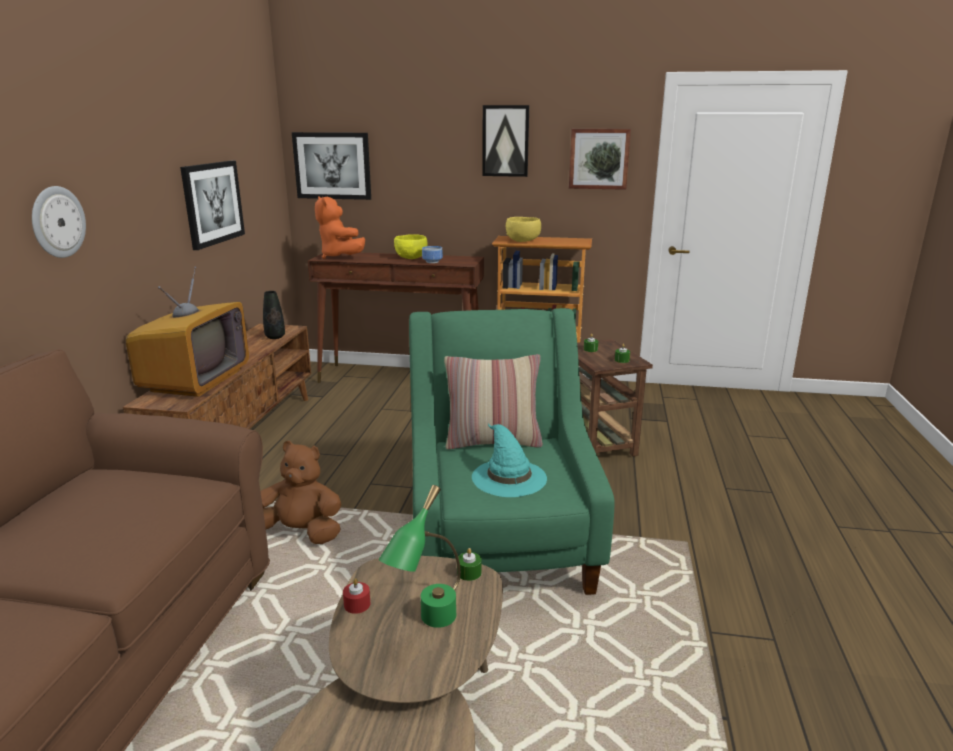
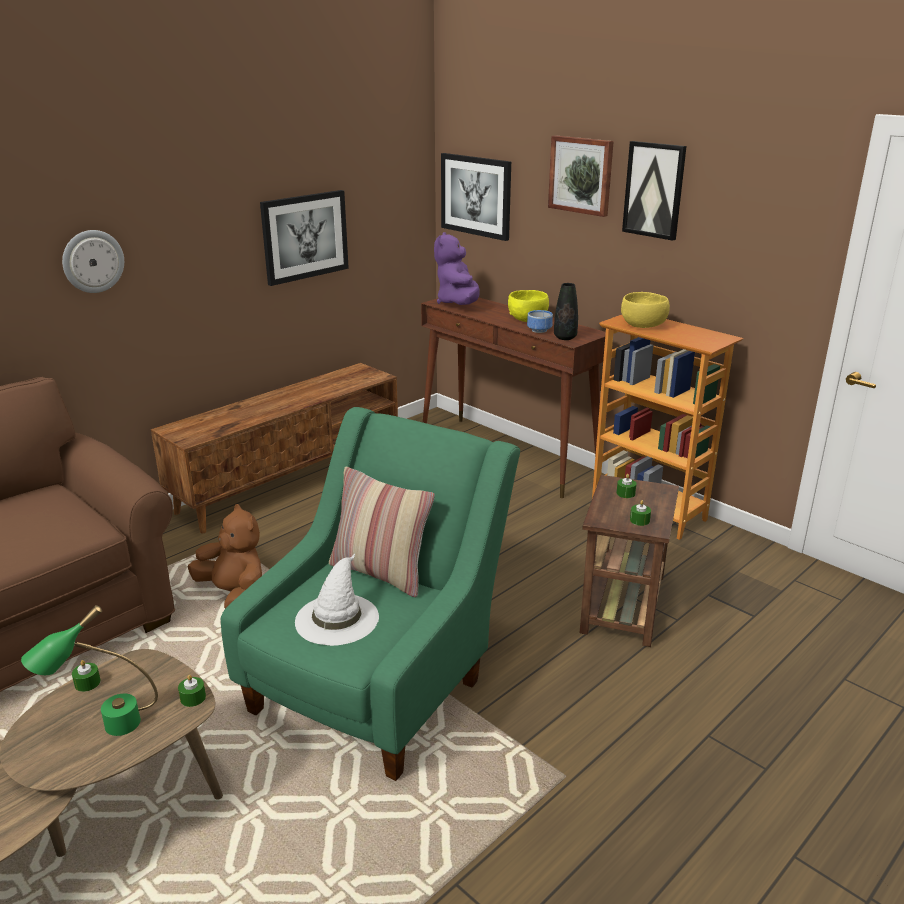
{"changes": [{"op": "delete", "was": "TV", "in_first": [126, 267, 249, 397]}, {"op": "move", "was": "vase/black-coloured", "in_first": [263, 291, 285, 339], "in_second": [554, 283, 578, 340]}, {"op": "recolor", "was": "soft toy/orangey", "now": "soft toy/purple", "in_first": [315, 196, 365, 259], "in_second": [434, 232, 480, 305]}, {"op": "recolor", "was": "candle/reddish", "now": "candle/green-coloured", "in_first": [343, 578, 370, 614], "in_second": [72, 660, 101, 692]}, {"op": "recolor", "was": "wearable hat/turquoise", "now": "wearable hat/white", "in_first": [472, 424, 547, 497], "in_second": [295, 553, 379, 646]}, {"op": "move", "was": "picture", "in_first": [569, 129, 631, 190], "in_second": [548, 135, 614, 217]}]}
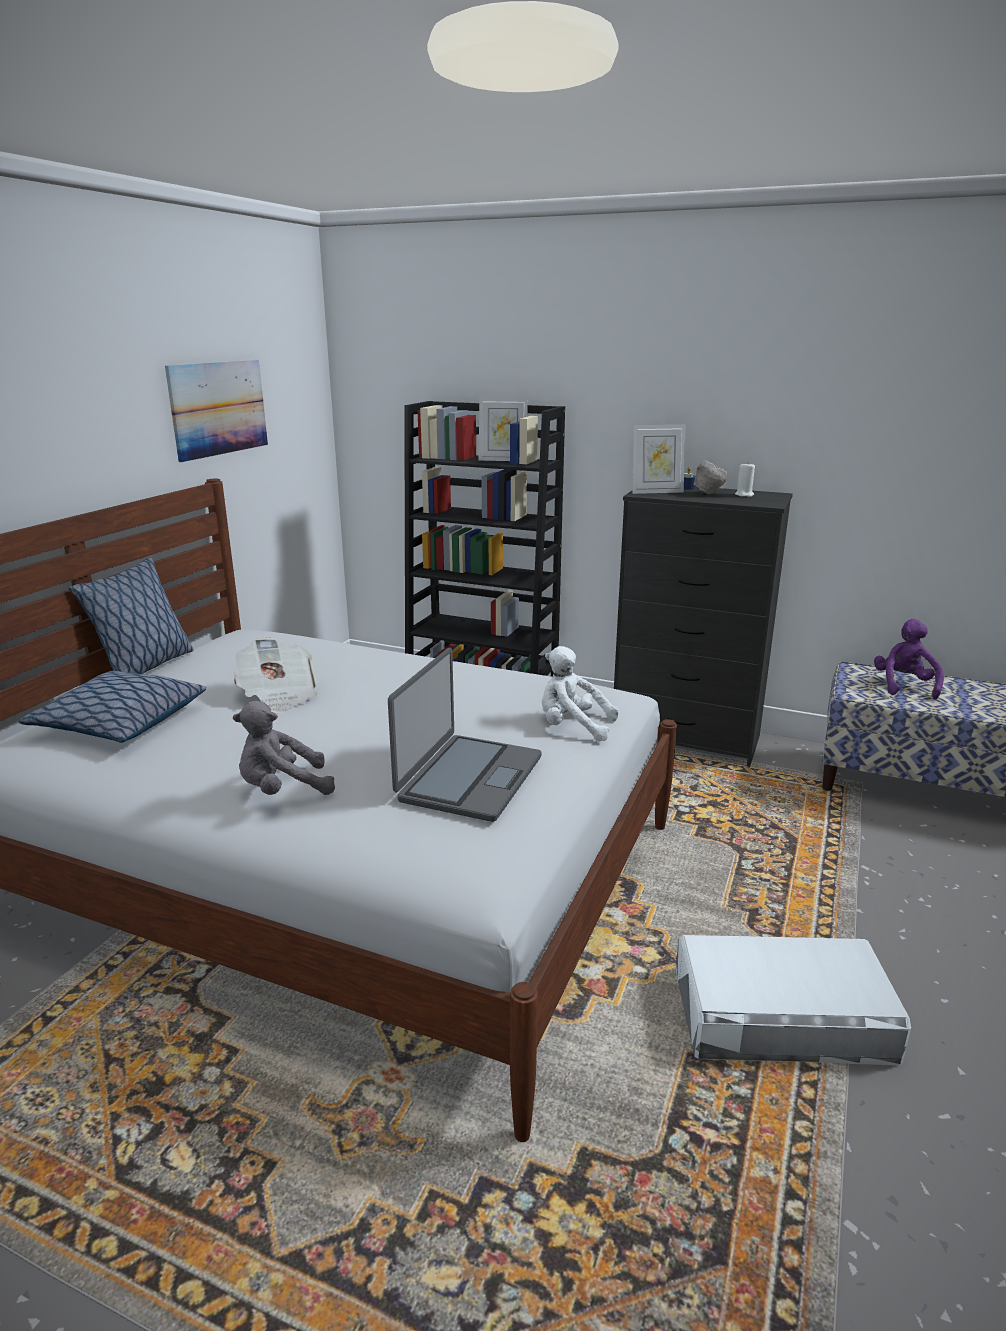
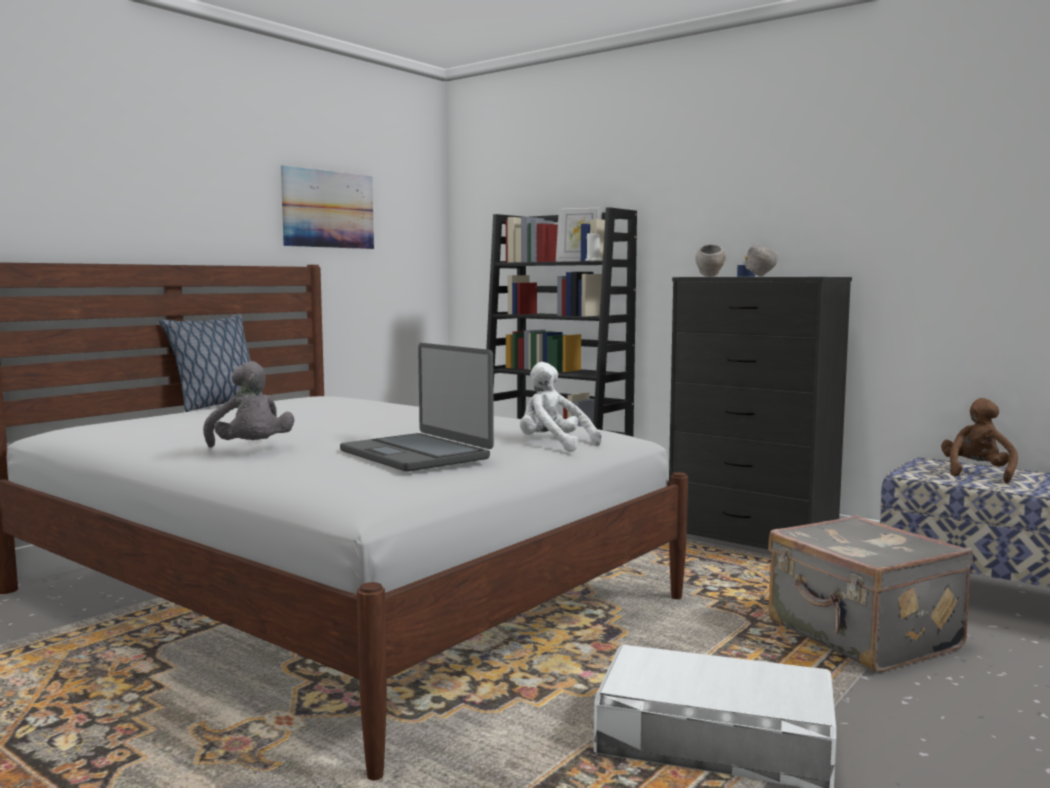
{"changes": [{"op": "delete", "was": "throw pillow", "in_first": [19, 671, 206, 743]}, {"op": "delete", "was": "daily paper", "in_first": [233, 637, 317, 714]}, {"op": "rotate", "was": "soft toy/grey", "in_first": [233, 701, 335, 795], "in_second": [203, 361, 294, 448], "clockwise": -120}, {"op": "rotate", "was": "laptop", "in_first": [388, 648, 541, 822], "in_second": [340, 343, 494, 472], "clockwise": 105}, {"op": "replace", "was": "photo frame", "now": "deep dish/grey", "in_first": [633, 424, 685, 494], "in_second": [695, 244, 726, 277]}, {"op": "move", "was": "candle/white", "in_first": [735, 464, 755, 497], "in_second": [585, 233, 602, 261]}, {"op": "recolor", "was": "soft toy/purple", "now": "soft toy/brown-coloured", "in_first": [874, 619, 944, 699], "in_second": [941, 398, 1018, 483]}, {"op": "insert", "now": "piece of luggage/grey", "in_second": [768, 515, 973, 673]}]}
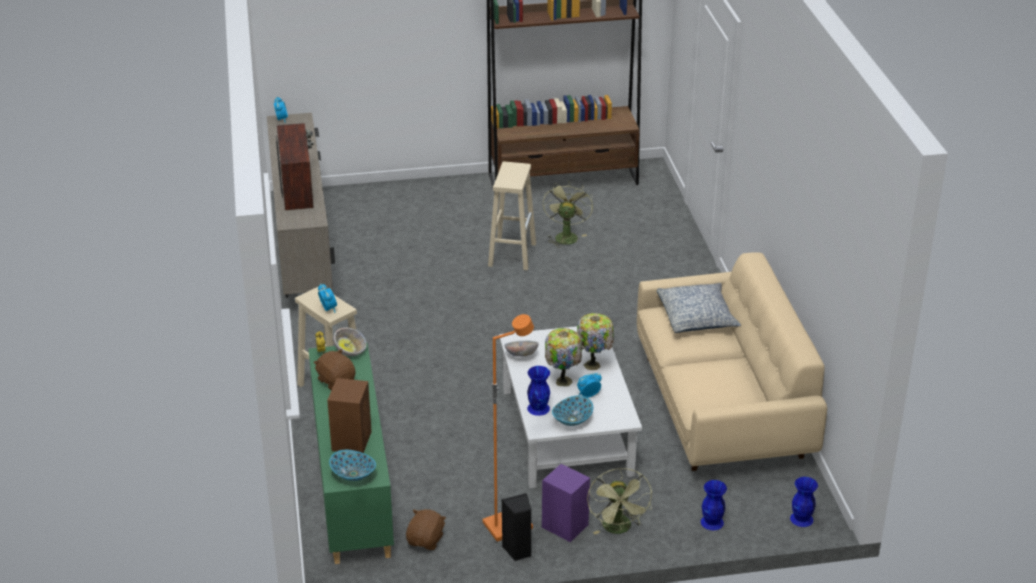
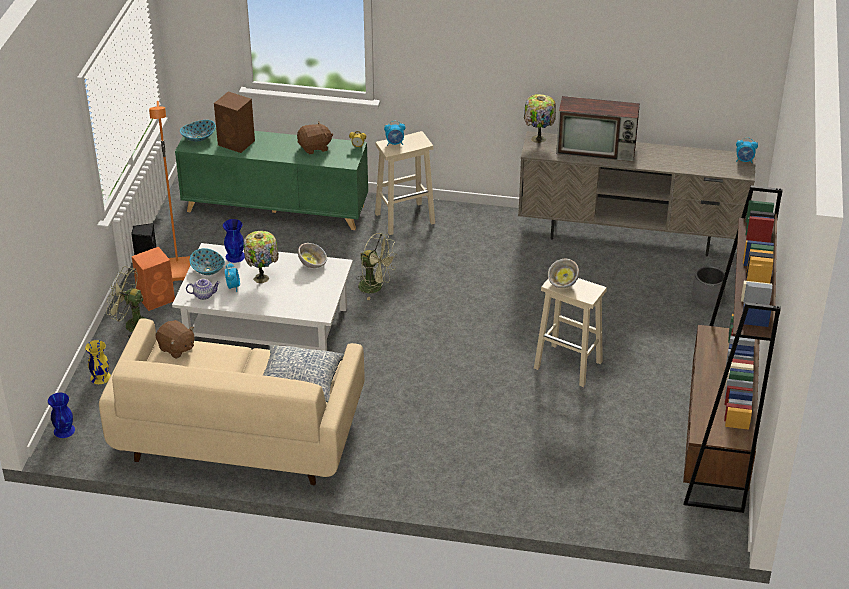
{"changes": [{"op": "move", "was": "deep dish", "in_first": [333, 328, 367, 356], "in_second": [548, 259, 579, 288]}, {"op": "move", "was": "soft toy/brown-coloured", "in_first": [406, 509, 446, 550], "in_second": [155, 320, 194, 359]}, {"op": "recolor", "was": "audio speaker/purple", "now": "audio speaker/orangey", "in_first": [542, 464, 590, 542], "in_second": [132, 247, 175, 311]}, {"op": "move", "was": "fan/green-coloured", "in_first": [543, 182, 593, 248], "in_second": [356, 233, 396, 300]}, {"op": "move", "was": "table lamp", "in_first": [577, 313, 614, 370], "in_second": [524, 94, 556, 143]}, {"op": "recolor", "was": "vase/blue", "now": "vase/yellow", "in_first": [701, 480, 727, 530], "in_second": [85, 340, 111, 384]}, {"op": "insert", "now": "teapot", "in_second": [186, 279, 220, 300]}, {"op": "insert", "now": "planter/grey", "in_second": [692, 265, 726, 306]}]}
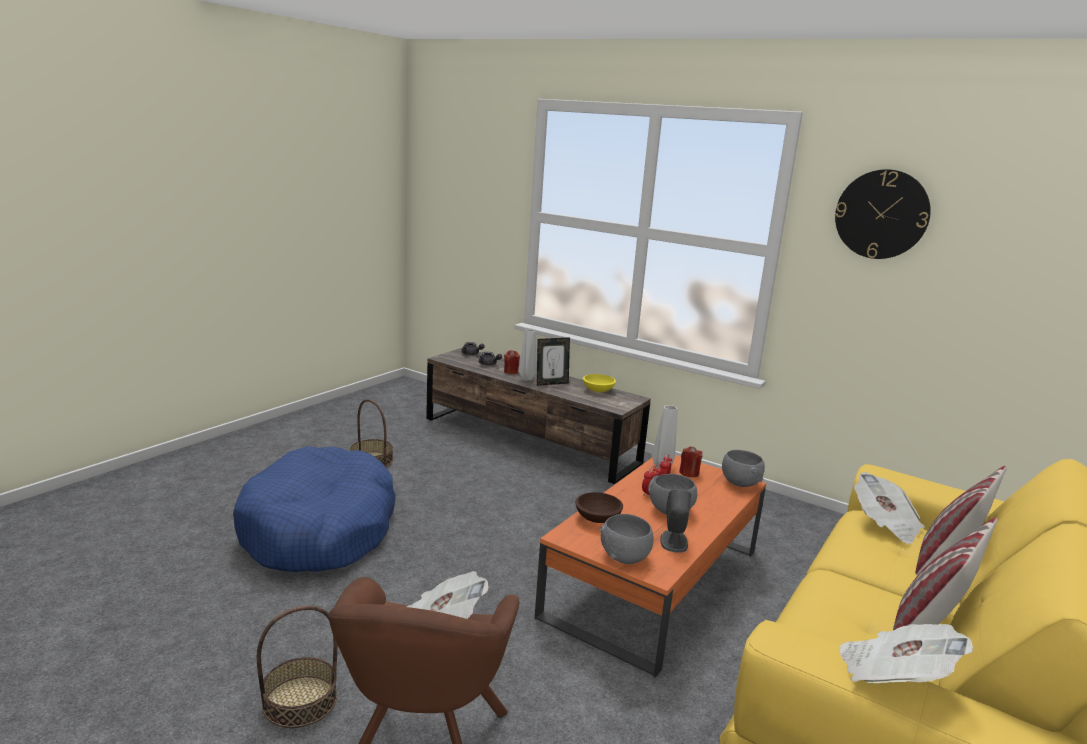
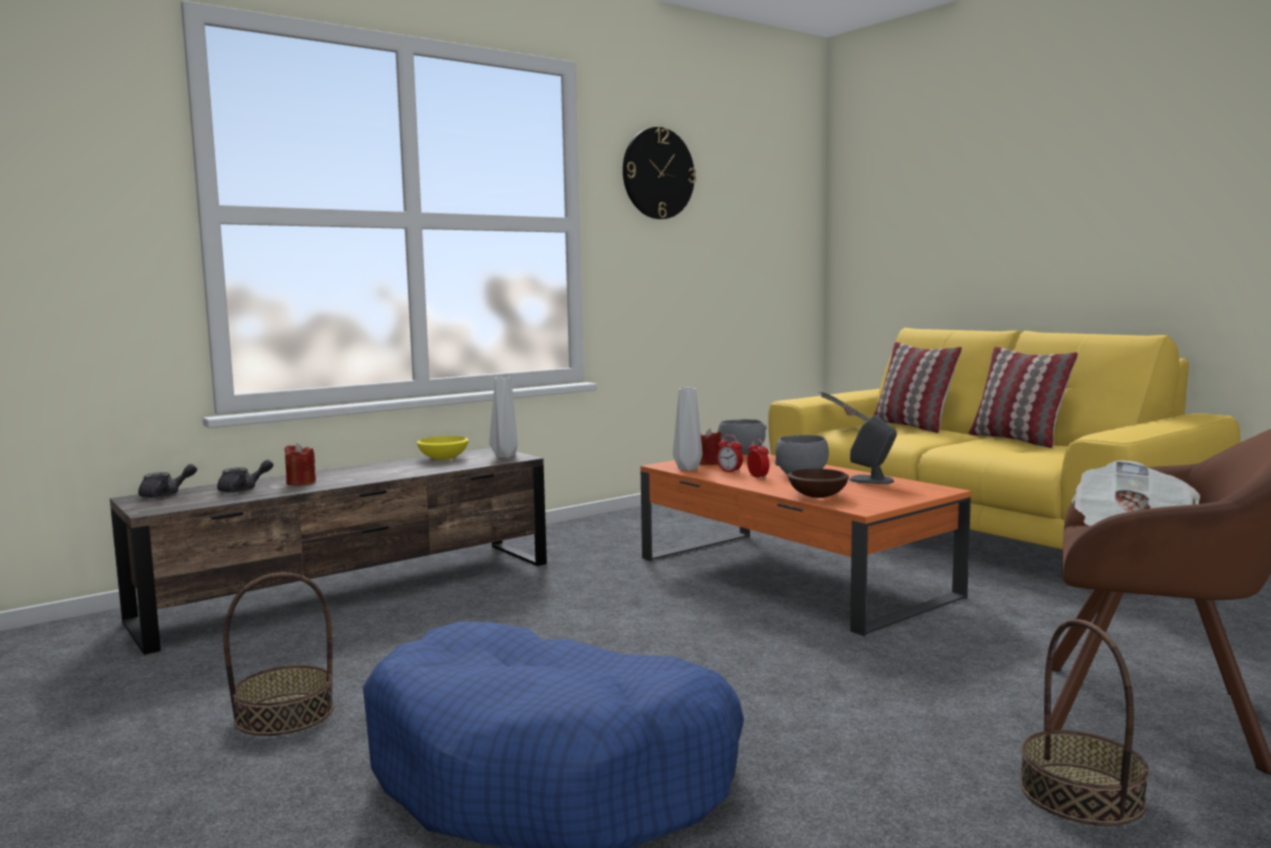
{"changes": [{"op": "move", "was": "vase/grey", "in_first": [518, 329, 537, 381], "in_second": [489, 377, 518, 458]}, {"op": "delete", "was": "photo frame", "in_first": [537, 337, 570, 386]}, {"op": "delete", "was": "deep dish/grey", "in_first": [600, 514, 654, 564]}, {"op": "delete", "was": "daily paper", "in_first": [839, 624, 973, 683]}]}
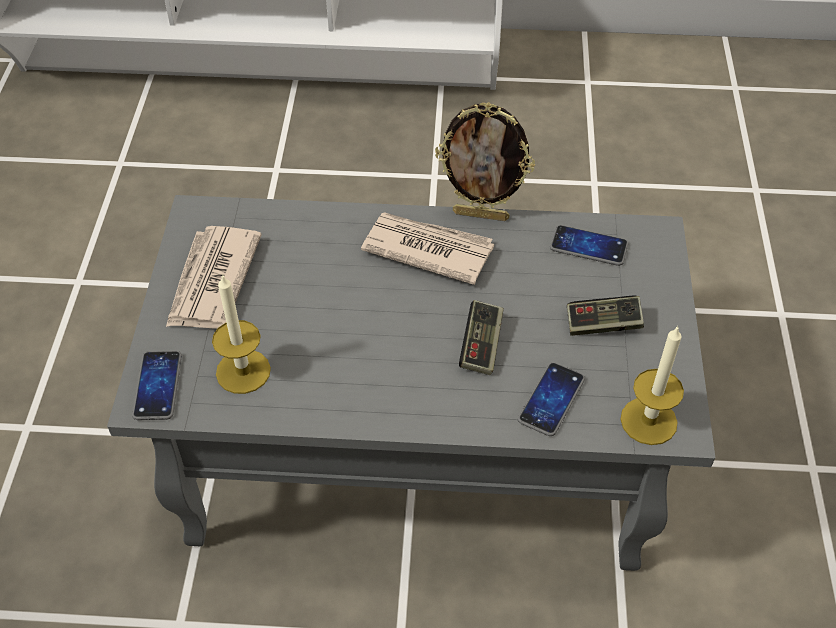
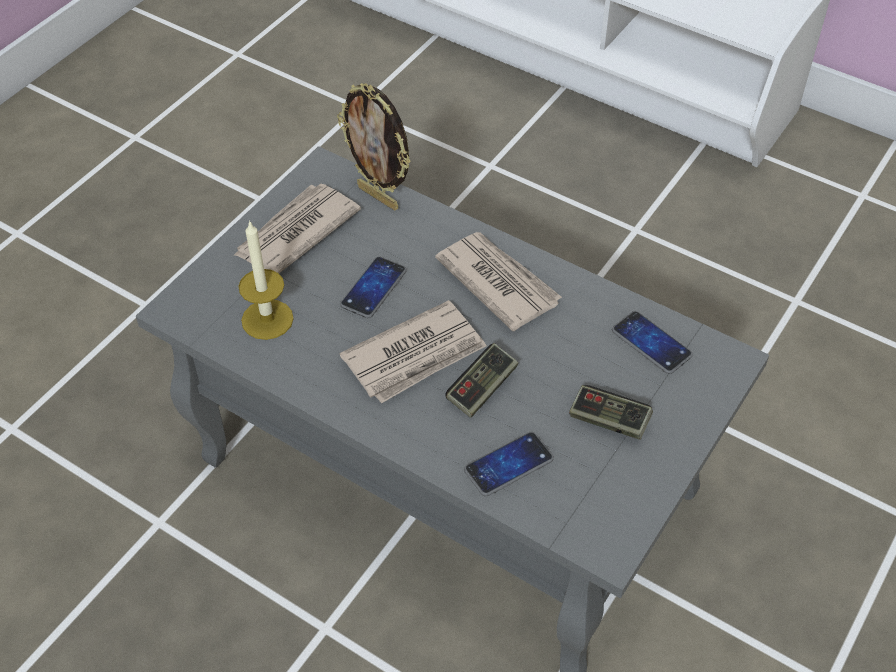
{"changes": [{"op": "move", "was": "handset", "in_first": [132, 351, 182, 420], "in_second": [340, 257, 407, 318]}, {"op": "move", "was": "photo frame", "in_first": [435, 102, 535, 221], "in_second": [337, 83, 411, 211]}, {"op": "delete", "was": "candle", "in_first": [620, 326, 684, 445]}, {"op": "insert", "now": "daily paper", "in_second": [340, 300, 487, 404]}]}
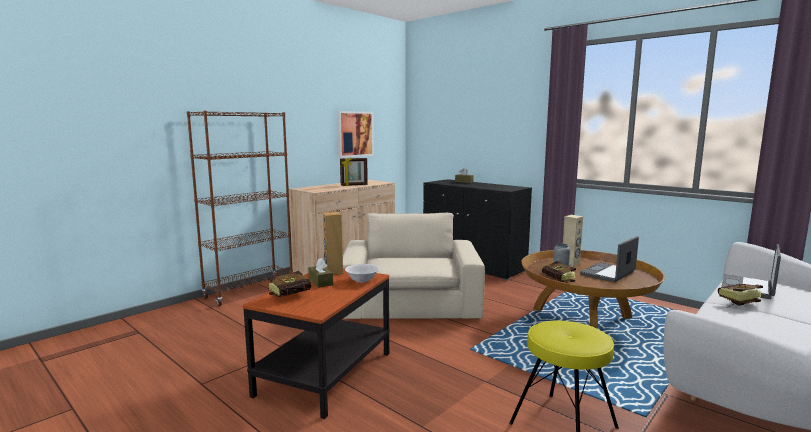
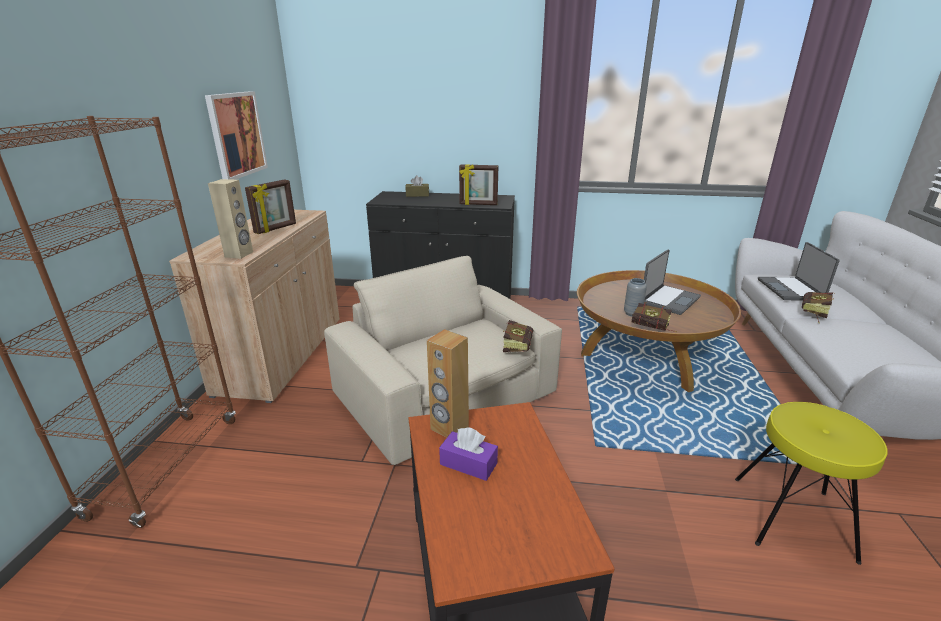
{"changes": [{"op": "move", "was": "volume", "in_first": [268, 271, 311, 297], "in_second": [503, 320, 534, 352]}, {"op": "recolor", "was": "box of tissues/brown-coloured", "now": "box of tissues/purple", "in_first": [308, 258, 333, 288], "in_second": [439, 427, 498, 481]}, {"op": "delete", "was": "deep dish/white", "in_first": [345, 264, 379, 283]}, {"op": "move", "was": "audio speaker/beige-coloured", "in_first": [563, 215, 583, 267], "in_second": [208, 179, 253, 259]}, {"op": "rotate", "was": "laptop", "in_first": [580, 236, 639, 282], "in_second": [644, 250, 701, 315], "clockwise": -150}, {"op": "insert", "now": "photo frame", "in_second": [459, 164, 498, 205]}]}
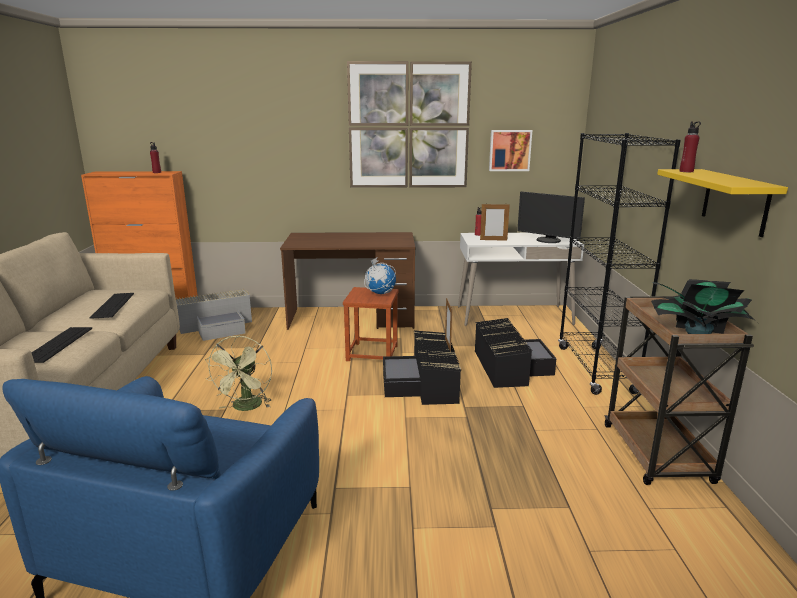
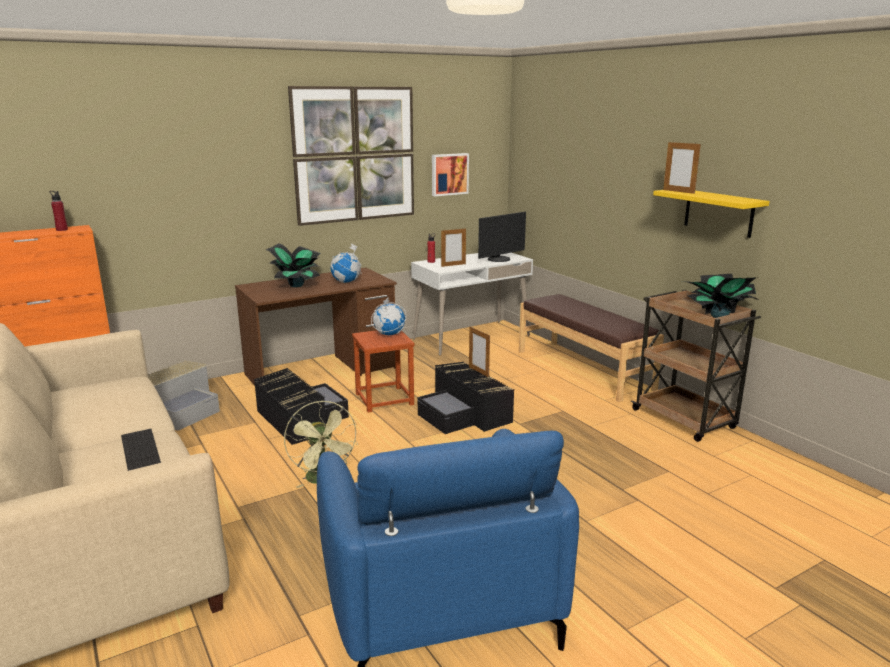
{"changes": [{"op": "delete", "was": "keyboard", "in_first": [90, 293, 134, 319]}, {"op": "move", "was": "storage box/black-coloured", "in_first": [475, 318, 557, 388], "in_second": [253, 368, 349, 445]}, {"op": "rotate", "was": "computer display", "in_first": [517, 191, 585, 243], "in_second": [478, 212, 526, 262], "clockwise": -45}, {"op": "replace", "was": "shelving unit/black-coloured", "now": "indoor bench/brown-coloured", "in_first": [558, 133, 681, 395], "in_second": [519, 294, 664, 402]}, {"op": "replace", "was": "bottle/reddish", "now": "photo frame", "in_first": [680, 122, 701, 172], "in_second": [663, 141, 701, 194]}, {"op": "insert", "now": "houseplant", "in_second": [266, 243, 321, 287]}, {"op": "insert", "now": "globe", "in_second": [331, 243, 362, 283]}]}
